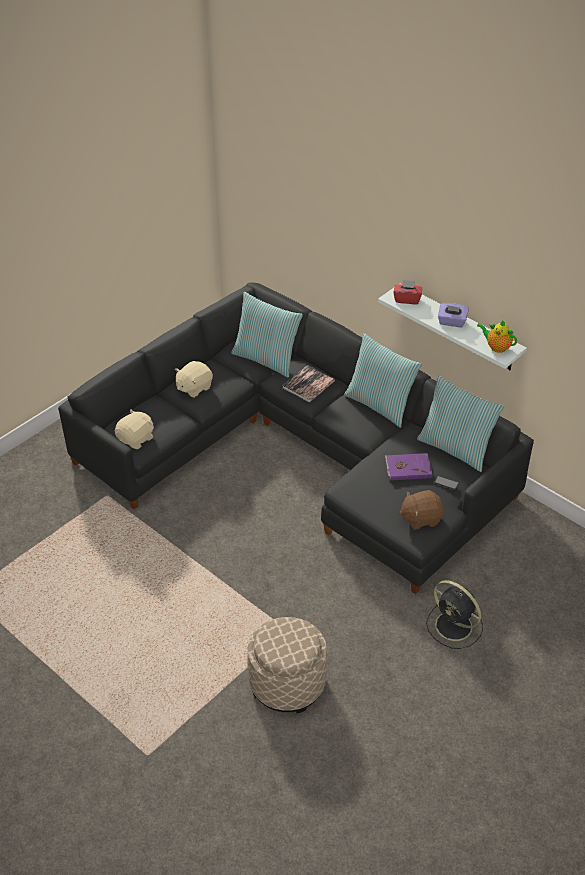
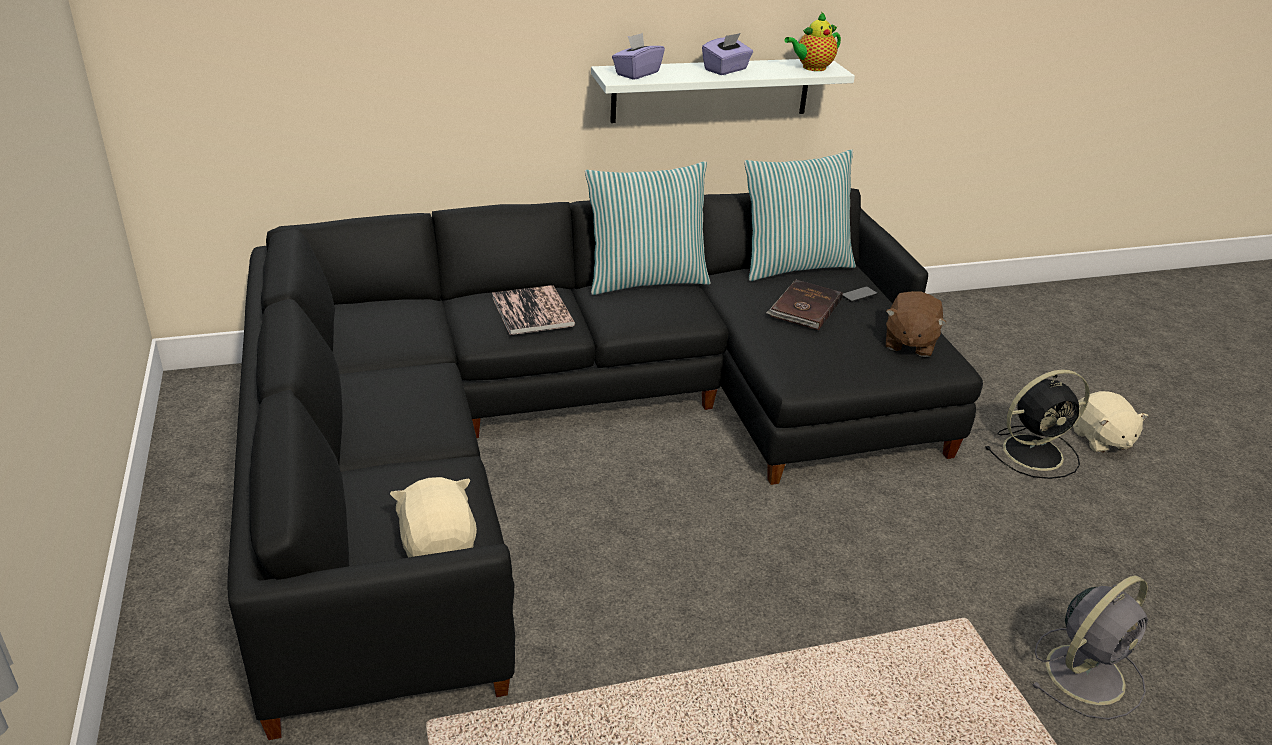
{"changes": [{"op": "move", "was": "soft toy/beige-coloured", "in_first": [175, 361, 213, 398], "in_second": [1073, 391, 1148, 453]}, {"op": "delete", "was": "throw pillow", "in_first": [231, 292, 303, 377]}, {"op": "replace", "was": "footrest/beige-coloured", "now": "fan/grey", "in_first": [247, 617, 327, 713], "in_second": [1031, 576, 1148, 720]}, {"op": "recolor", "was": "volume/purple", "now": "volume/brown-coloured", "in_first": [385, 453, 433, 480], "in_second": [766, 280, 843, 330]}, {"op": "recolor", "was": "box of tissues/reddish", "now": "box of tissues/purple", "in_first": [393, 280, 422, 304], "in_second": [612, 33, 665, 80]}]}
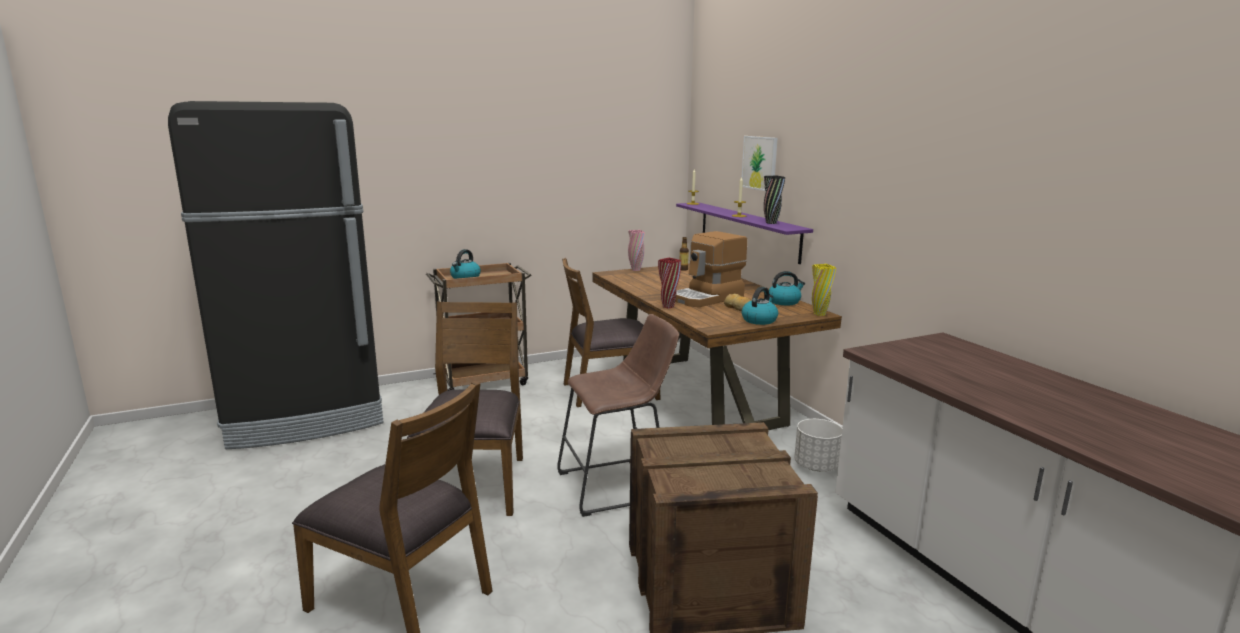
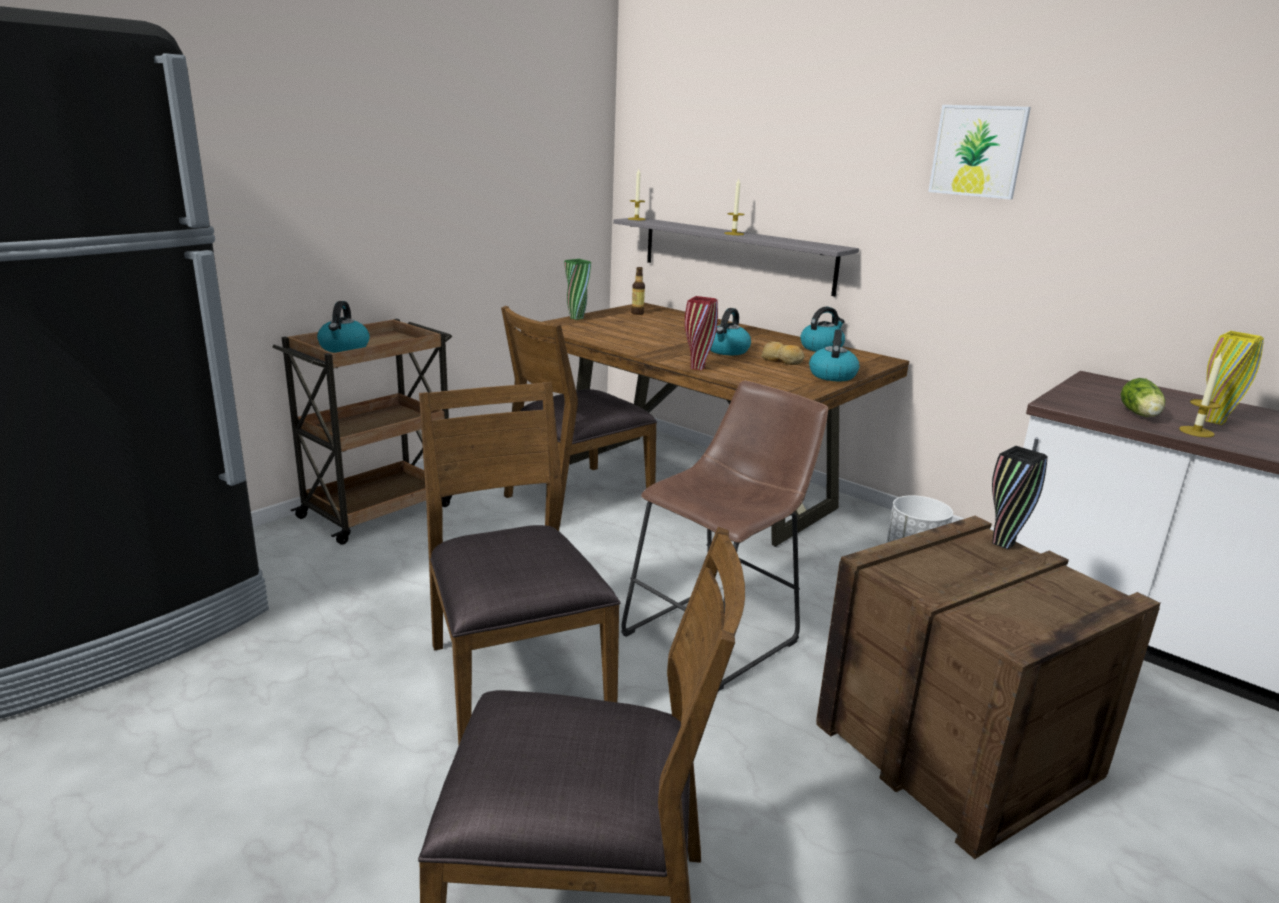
{"changes": [{"op": "recolor", "was": "vase/pinkish", "now": "vase/green-coloured", "in_first": [628, 230, 645, 271], "in_second": [564, 259, 591, 320]}, {"op": "replace", "was": "coffee maker", "now": "water kettle", "in_first": [675, 231, 747, 307], "in_second": [710, 308, 751, 355]}, {"op": "recolor", "was": "wall shelf/purple", "now": "wall shelf/grey", "in_first": [676, 202, 813, 264], "in_second": [613, 217, 859, 296]}, {"op": "move", "was": "picture", "in_first": [742, 136, 778, 191], "in_second": [928, 105, 1031, 200]}, {"op": "move", "was": "vase/black-coloured", "in_first": [764, 176, 785, 224], "in_second": [992, 446, 1048, 549]}, {"op": "move", "was": "vase/yellow", "in_first": [812, 264, 836, 316], "in_second": [1205, 331, 1264, 425]}, {"op": "insert", "now": "lettuce", "in_second": [1120, 378, 1165, 417]}, {"op": "insert", "now": "candle", "in_second": [1179, 353, 1223, 437]}]}
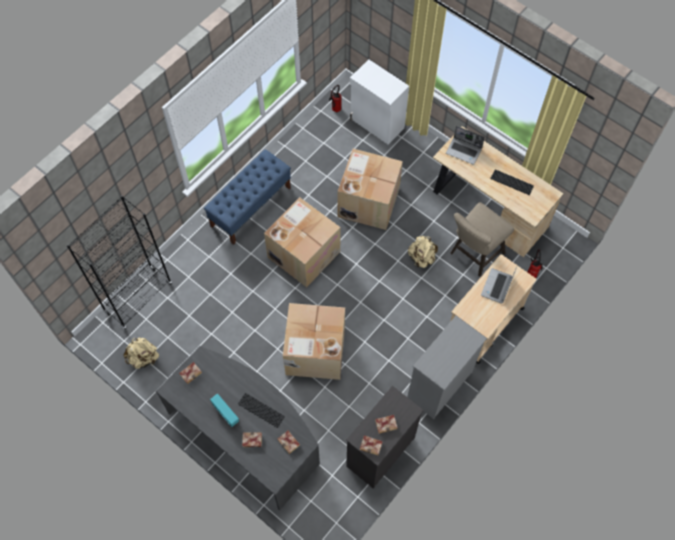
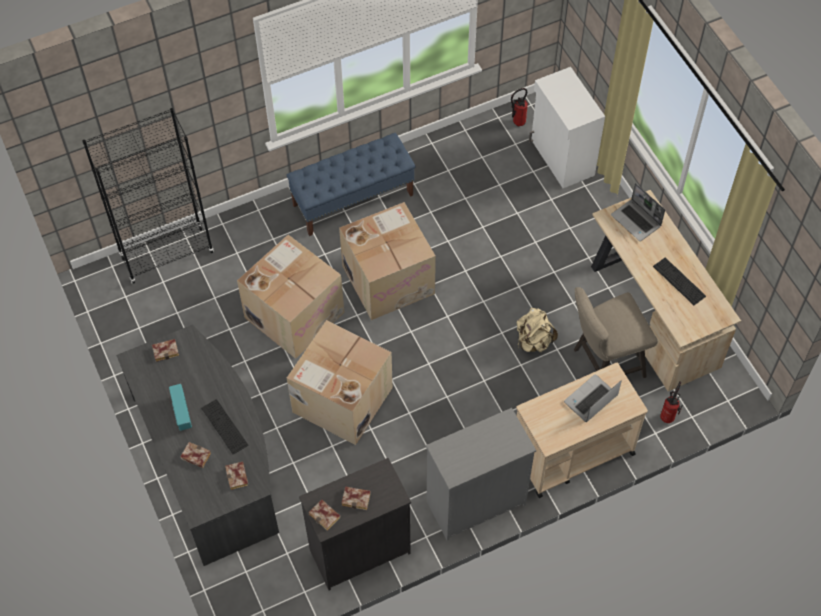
{"changes": [{"op": "delete", "was": "backpack/beige-coloured", "in_first": [123, 337, 159, 369]}, {"op": "move", "was": "cardboard box", "in_first": [338, 149, 403, 230], "in_second": [237, 235, 344, 359]}]}
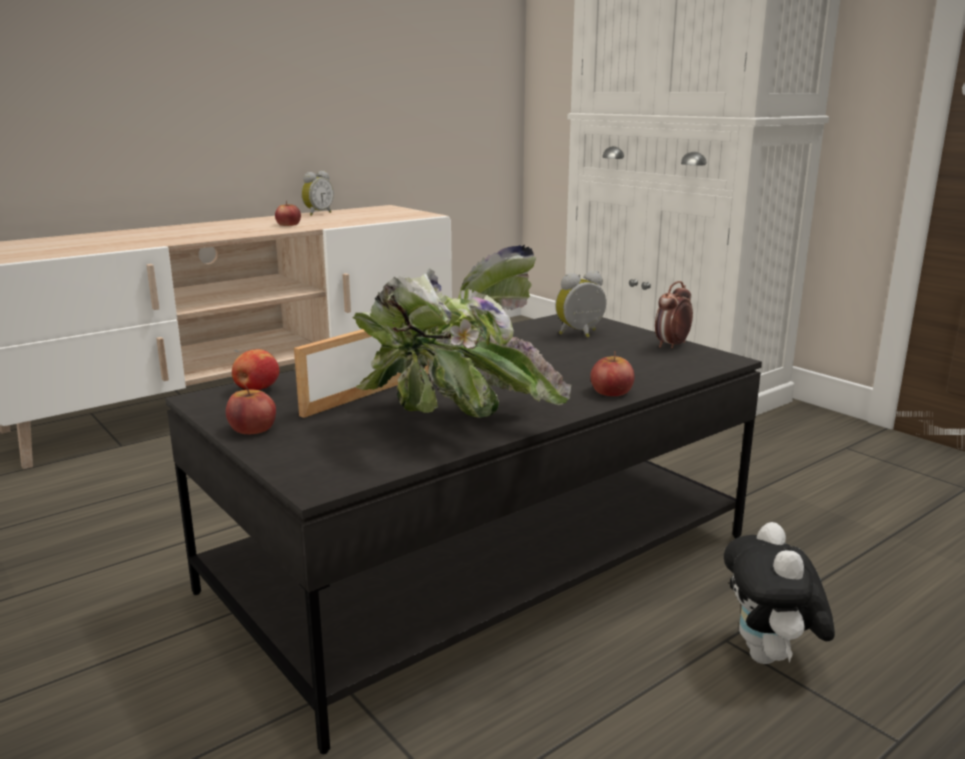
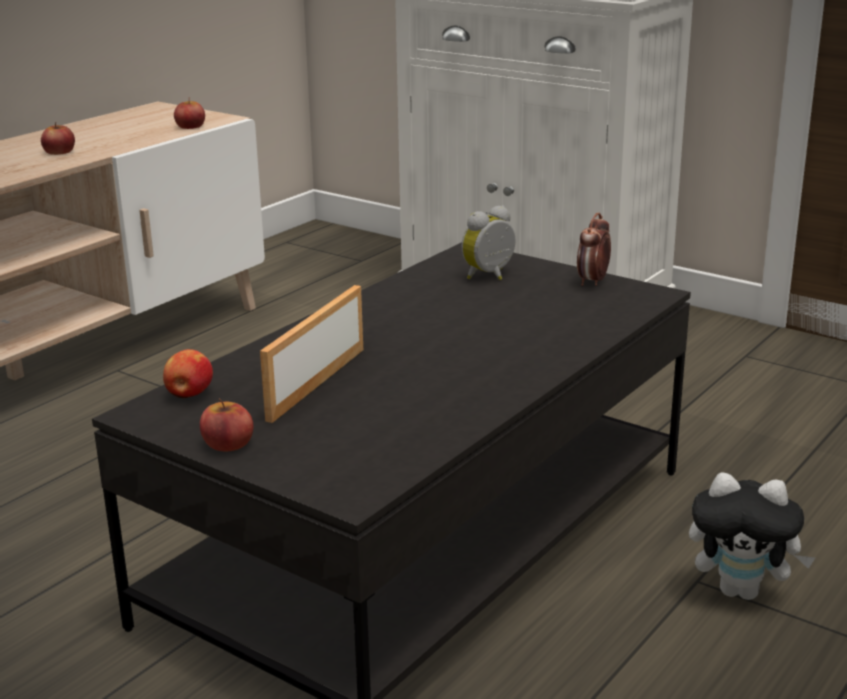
{"changes": [{"op": "delete", "was": "table clock", "in_first": [301, 171, 334, 216]}, {"op": "delete", "was": "houseplant", "in_first": [352, 245, 571, 418]}, {"op": "move", "was": "whole apple", "in_first": [590, 351, 635, 396], "in_second": [174, 99, 205, 129]}, {"op": "rotate", "was": "soft toy", "in_first": [724, 522, 835, 664], "in_second": [689, 472, 815, 600], "clockwise": -60}]}
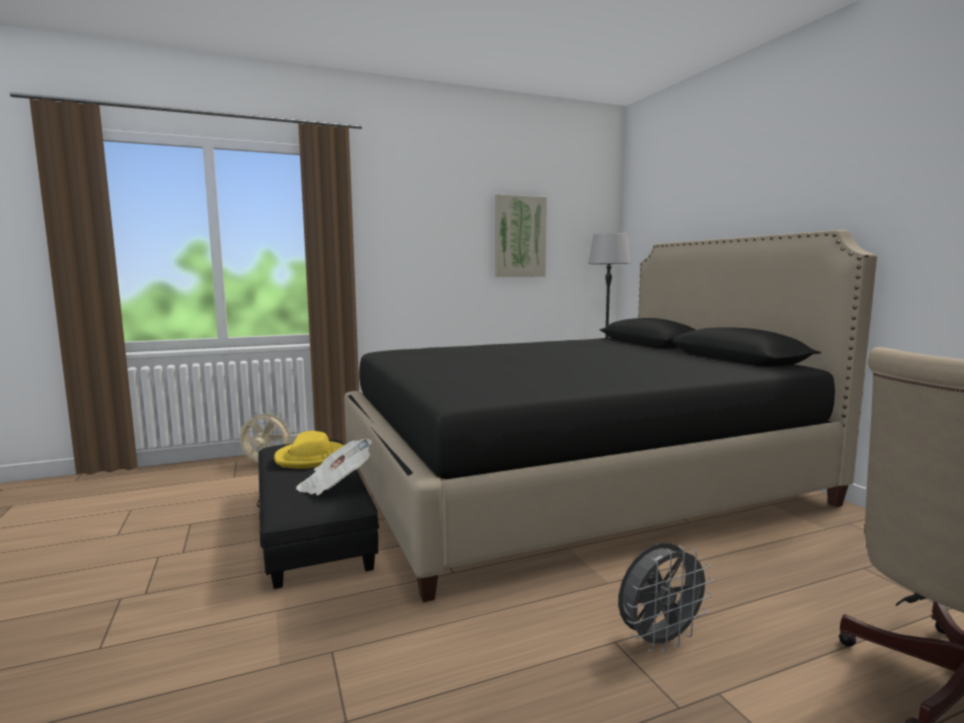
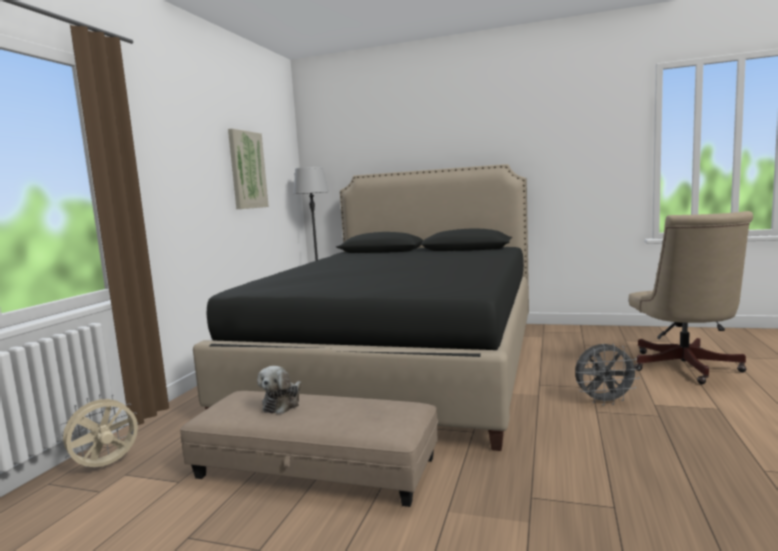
{"changes": [{"op": "recolor", "was": "footrest/black-coloured", "now": "footrest/beige-coloured", "in_first": [257, 440, 379, 589], "in_second": [180, 391, 438, 507]}, {"op": "replace", "was": "wearable hat/yellow", "now": "soft toy", "in_first": [274, 431, 344, 469], "in_second": [257, 366, 301, 414]}, {"op": "delete", "was": "daily paper", "in_first": [296, 439, 373, 496]}, {"op": "rotate", "was": "fan/grey", "in_first": [618, 543, 714, 652], "in_second": [575, 343, 640, 406], "clockwise": 75}]}
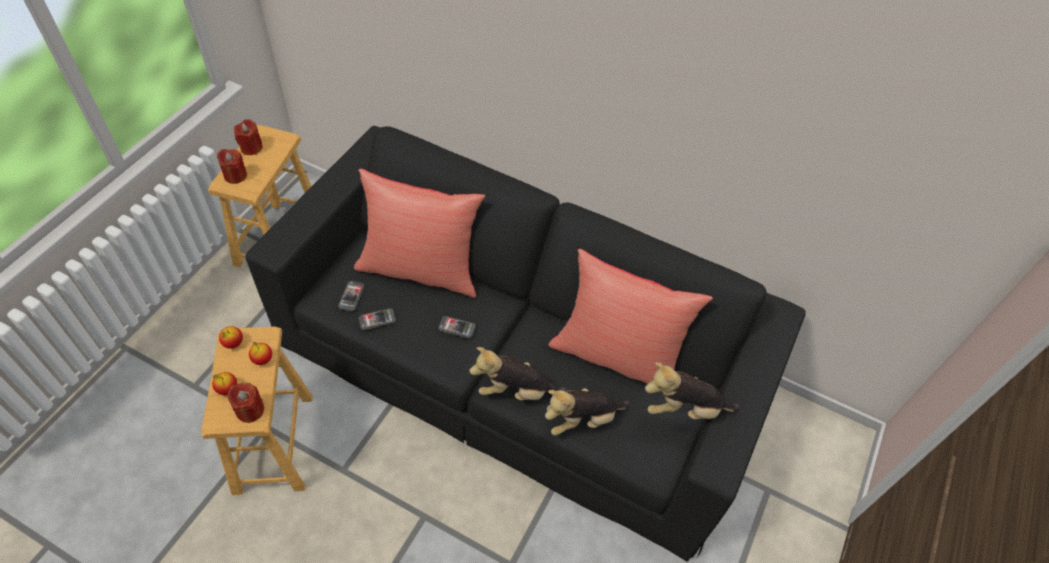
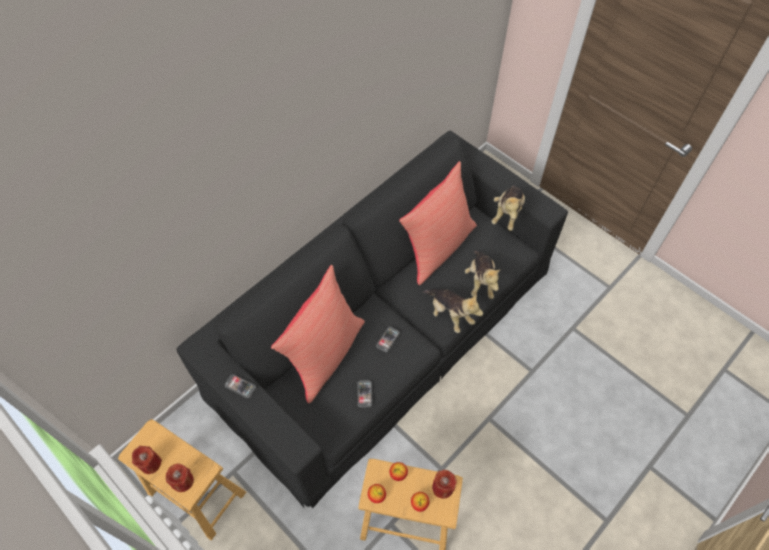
{"changes": [{"op": "move", "was": "handset", "in_first": [338, 281, 365, 311], "in_second": [225, 374, 256, 398]}, {"op": "rotate", "was": "soft toy", "in_first": [469, 347, 568, 400], "in_second": [423, 289, 483, 333], "clockwise": -60}]}
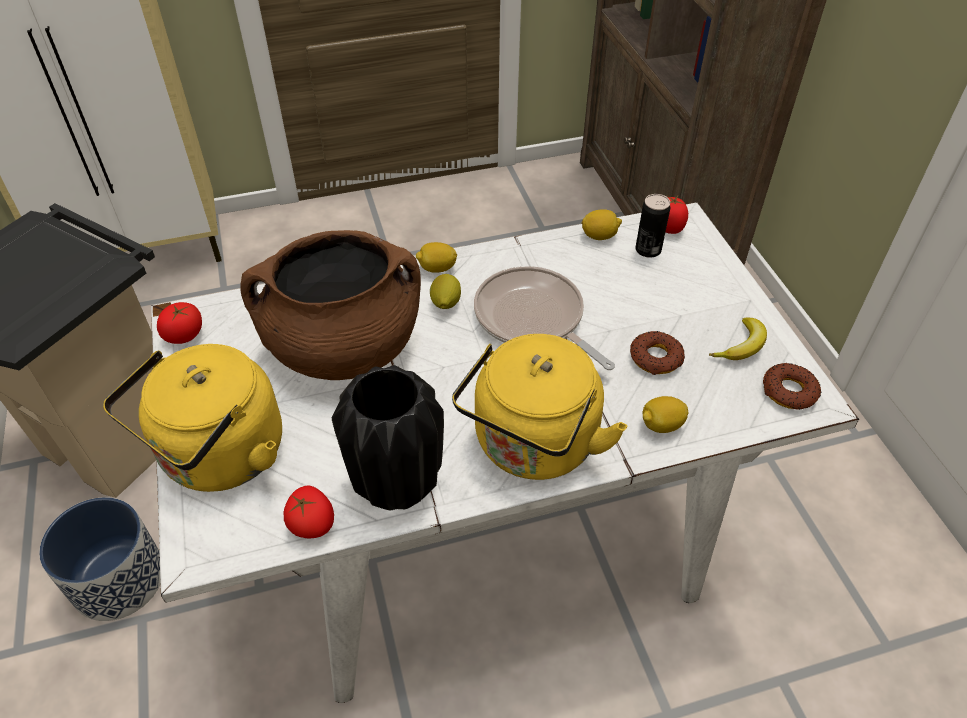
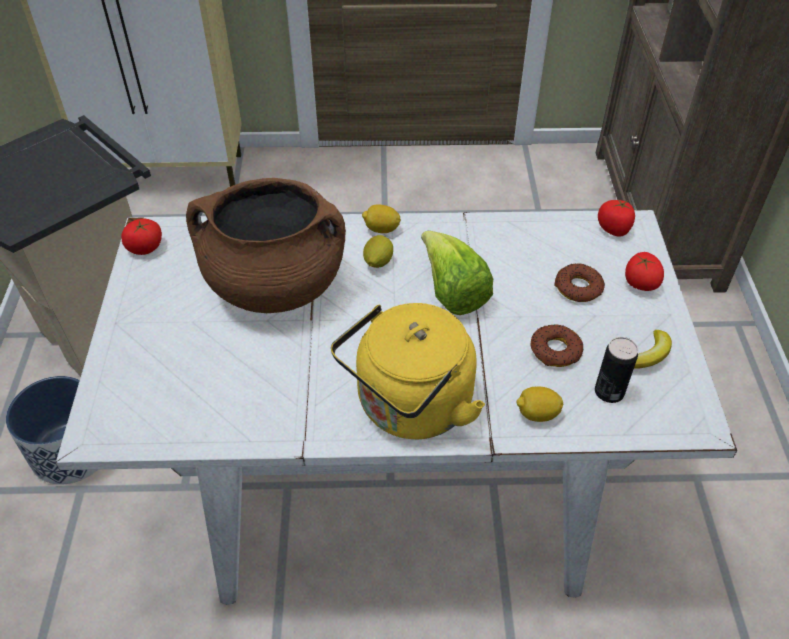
{"changes": [{"op": "delete", "was": "water kettle/yellow", "in_first": [103, 344, 282, 492]}, {"op": "move", "was": "tomato", "in_first": [283, 485, 334, 538], "in_second": [625, 252, 664, 291]}, {"op": "delete", "was": "vase/black-coloured", "in_first": [332, 365, 444, 510]}, {"op": "replace", "was": "skillet", "now": "lettuce", "in_first": [474, 266, 615, 370], "in_second": [421, 231, 493, 315]}, {"op": "delete", "was": "lemon", "in_first": [581, 209, 622, 240]}, {"op": "move", "was": "sealed can", "in_first": [635, 194, 671, 258], "in_second": [595, 337, 638, 403]}, {"op": "move", "was": "ring doughnut", "in_first": [763, 363, 821, 410], "in_second": [554, 263, 605, 302]}]}
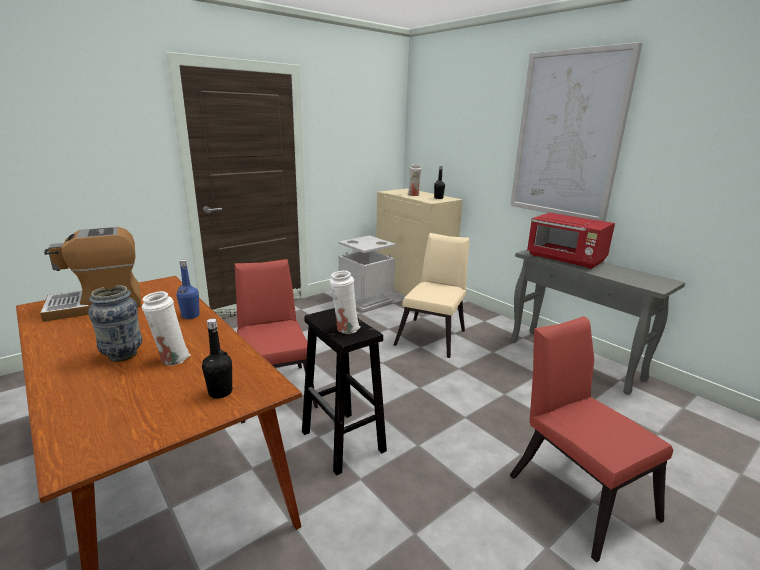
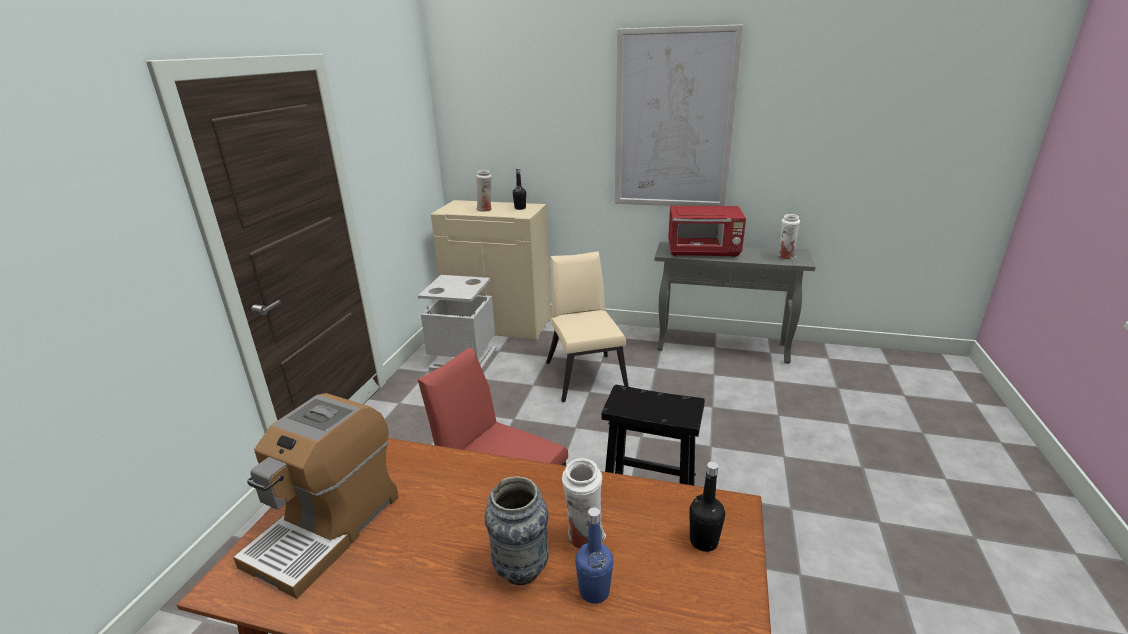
{"changes": [{"op": "move", "was": "bottle/blue", "in_first": [177, 260, 200, 319], "in_second": [575, 507, 613, 604]}, {"op": "move", "was": "vase/white", "in_first": [330, 271, 360, 334], "in_second": [778, 214, 800, 259]}, {"op": "delete", "was": "upright chair/reddish", "in_first": [509, 316, 673, 562]}]}
